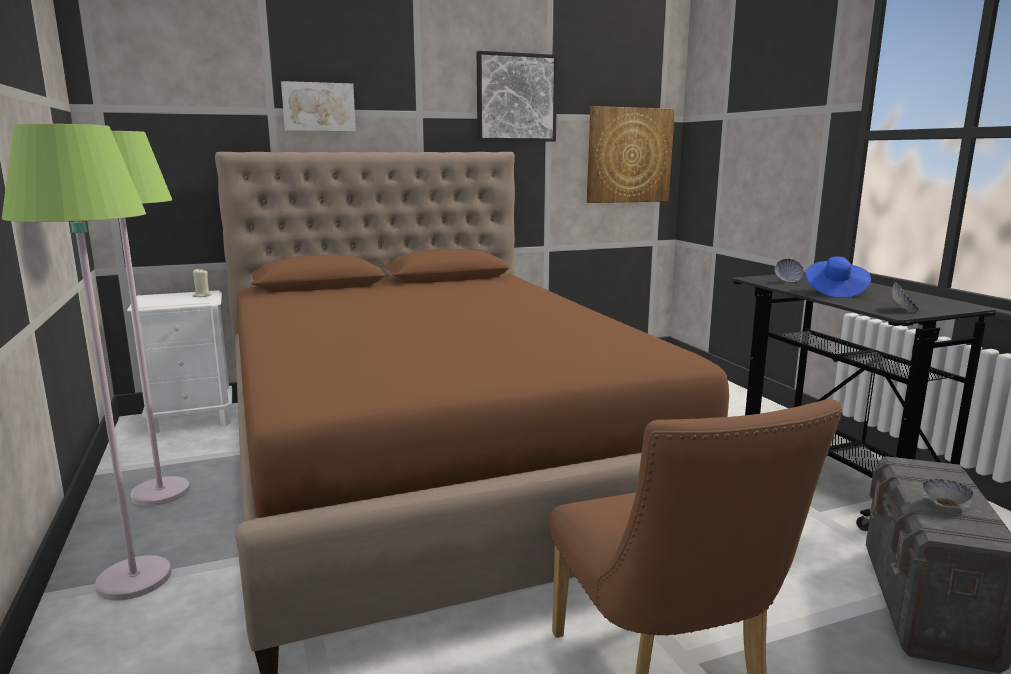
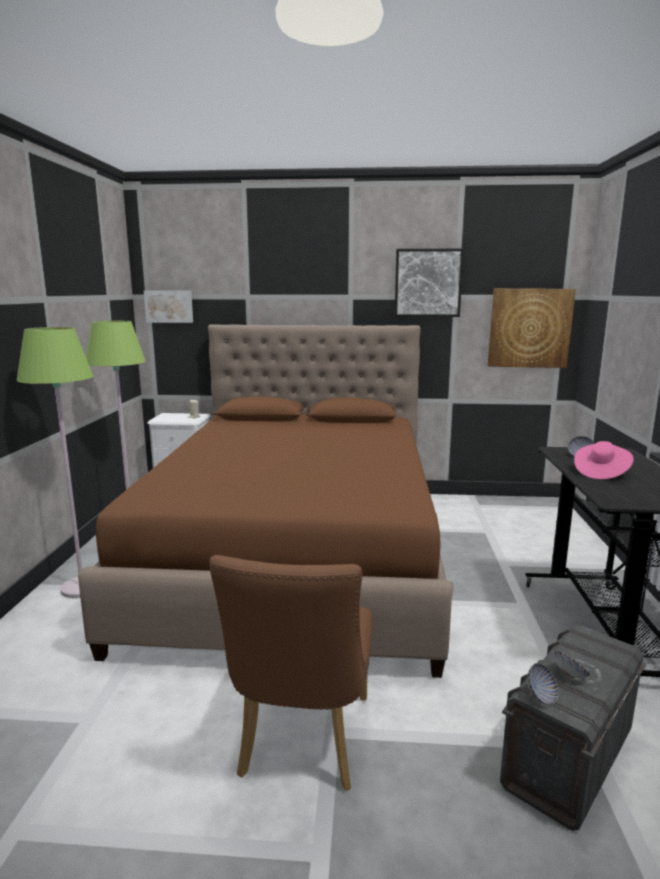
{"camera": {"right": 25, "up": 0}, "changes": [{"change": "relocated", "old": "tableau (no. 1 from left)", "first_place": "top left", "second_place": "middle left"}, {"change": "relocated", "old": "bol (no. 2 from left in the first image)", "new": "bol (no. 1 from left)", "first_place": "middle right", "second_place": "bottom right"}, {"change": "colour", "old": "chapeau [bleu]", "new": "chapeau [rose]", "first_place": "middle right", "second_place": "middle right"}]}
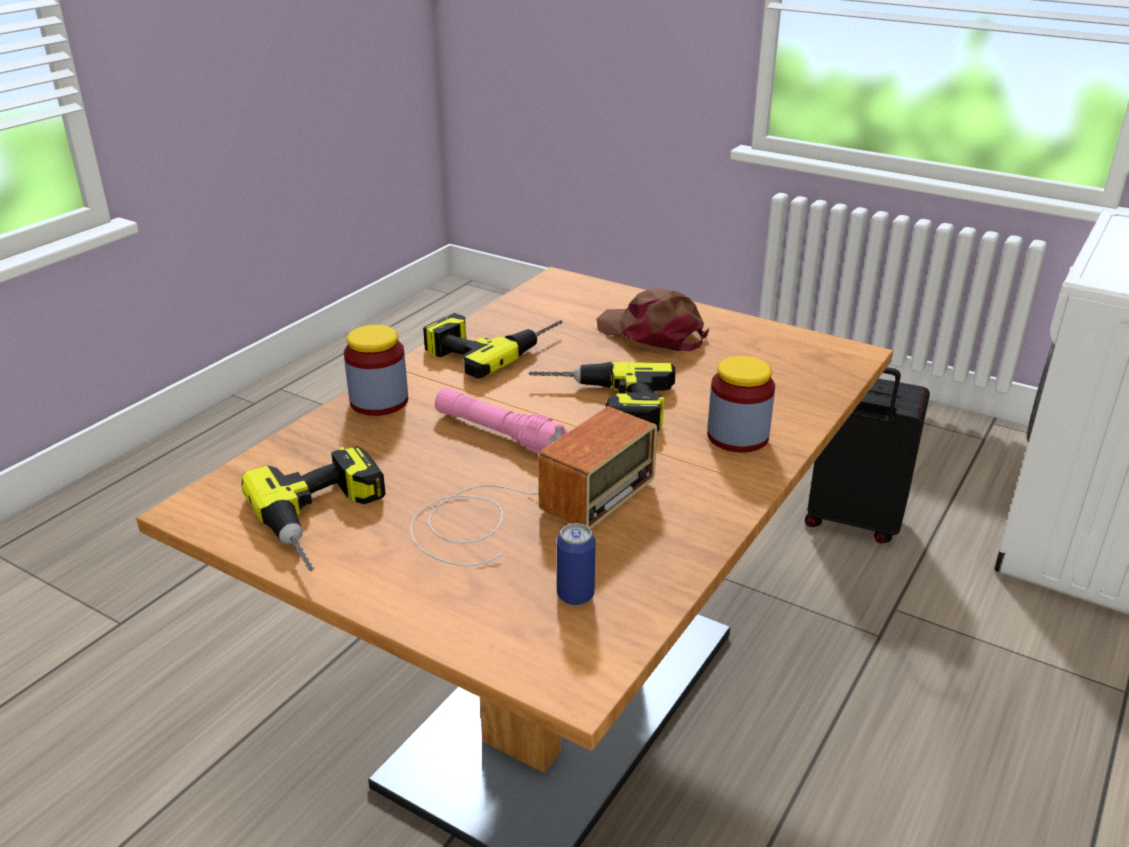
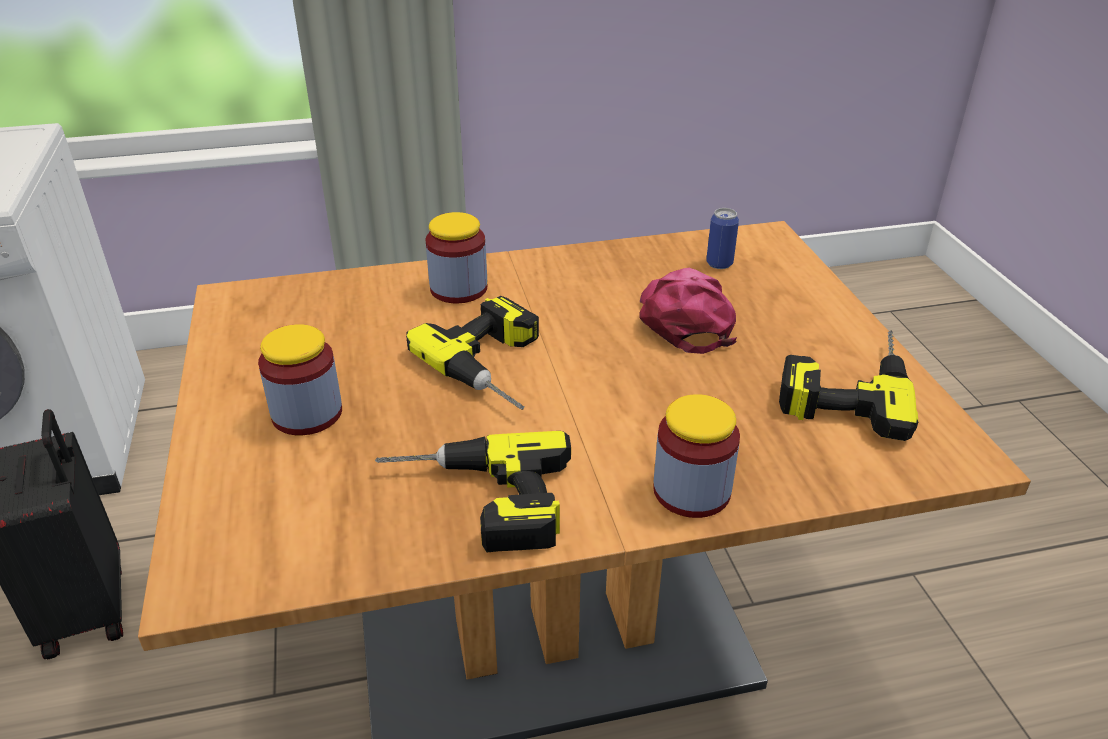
{"camera": {"right": -135, "up": 5}, "changes": [{"change": "exchanged", "old": "casquette [marron]", "new": "bocal (no. 1 from left)", "first_place": "centre", "second_place": "middle left"}, {"change": "exchanged", "old": "radio", "new": "casquette [rose]", "first_place": "centre", "second_place": "centre"}, {"change": "missing", "old": "lampe de poche [rose]", "first_place": "centre"}]}
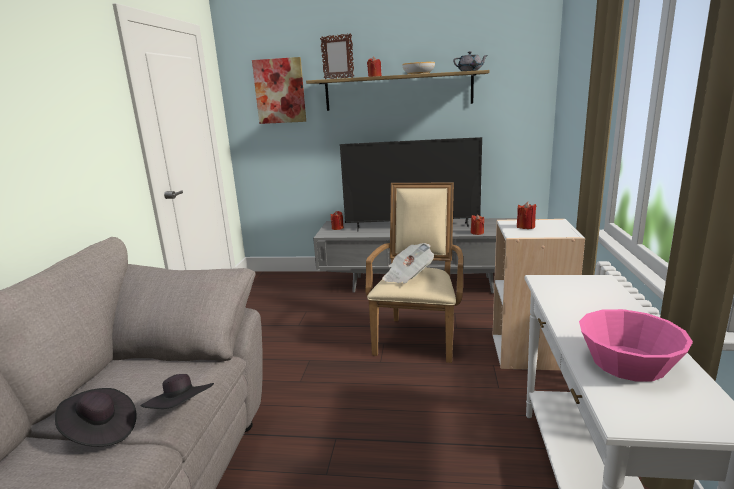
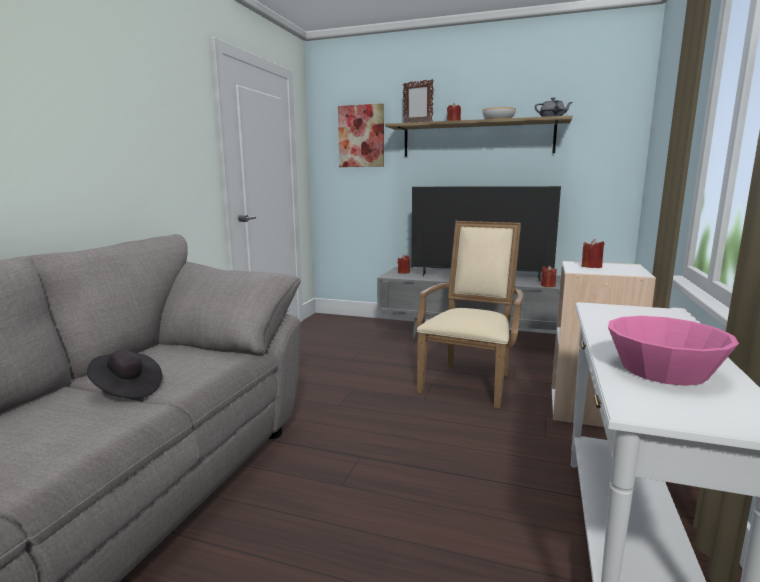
{"camera": {"right": 10, "up": -5}, "changes": [{"change": "missing", "old": "chapeau [noir] (no. 2 from left)", "first_place": "bottom left"}, {"change": "missing", "old": "journal", "first_place": "centre"}]}
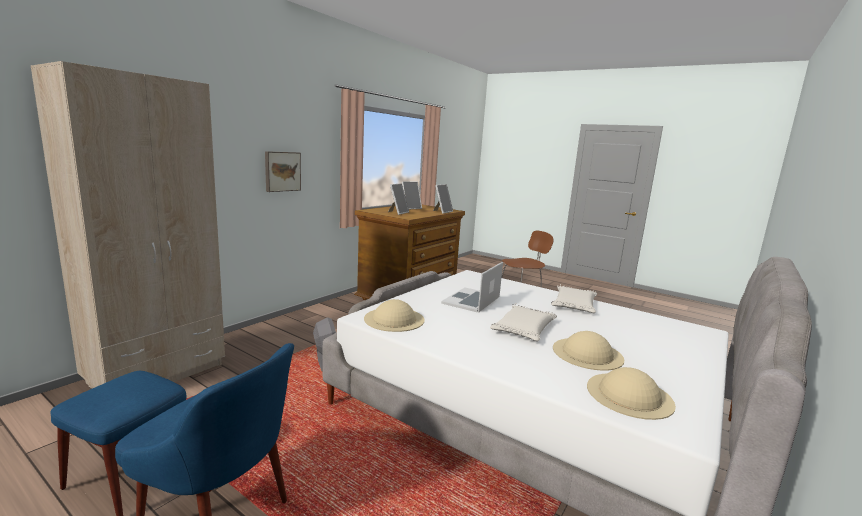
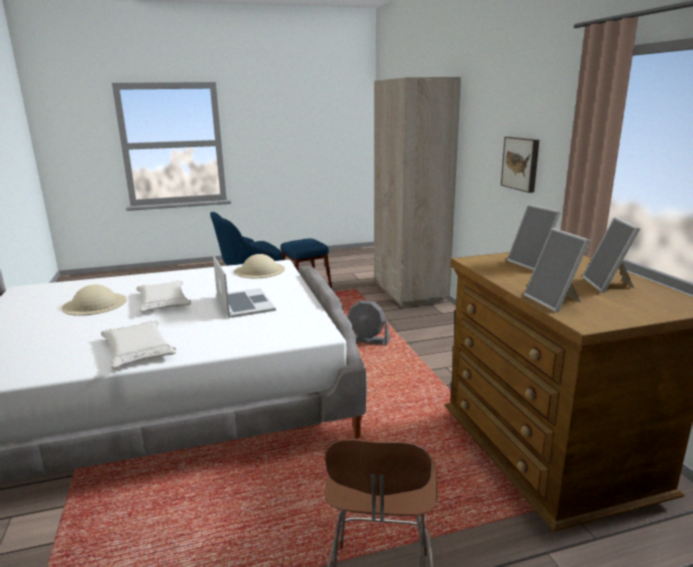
{"camera": {"right": 130, "up": 5}, "changes": [{"change": "missing", "old": "chapeau [beige] (no. 3 from left)", "first_place": "bottom right"}]}
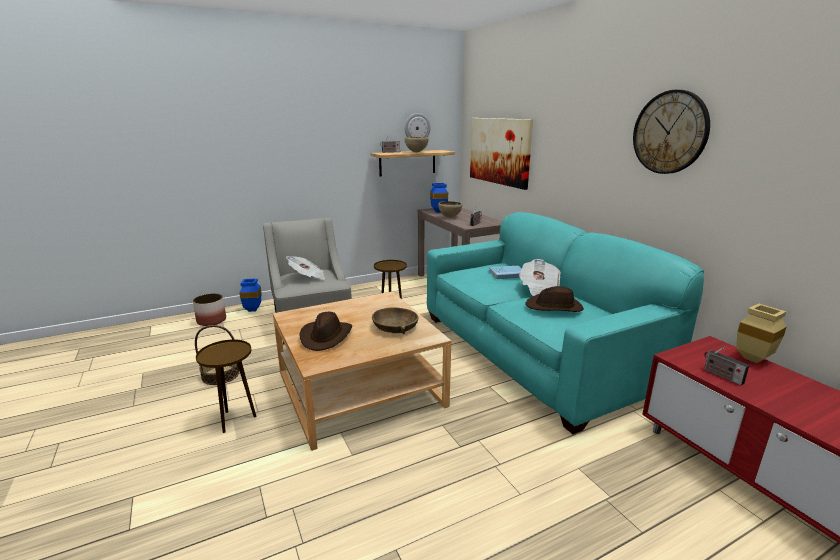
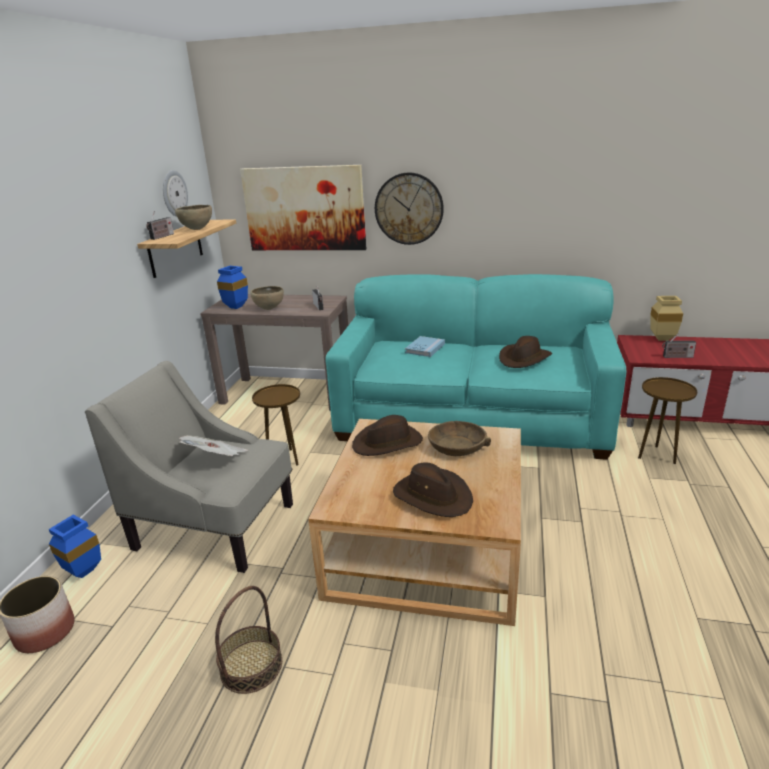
{"camera": {"right": -50, "up": 5}, "changes": [{"change": "appeared", "new": "chapeau [marron] (no. 1 from left)", "second_place": "centre"}, {"change": "relocated", "old": "horloge murale (no. 2 from left)", "first_place": "top right", "second_place": "top centre"}, {"change": "relocated", "old": "table d'appoint [marron] (no. 1 from left in the first image)", "new": "table d'appoint [marron] (no. 2 from left)", "first_place": "bottom left", "second_place": "middle right"}, {"change": "missing", "old": "journal (no. 2 from left)", "first_place": "centre"}]}
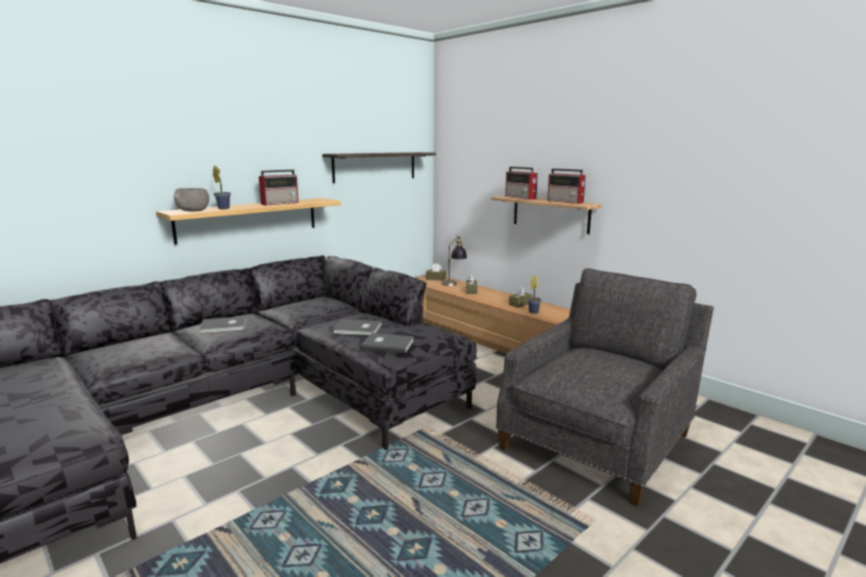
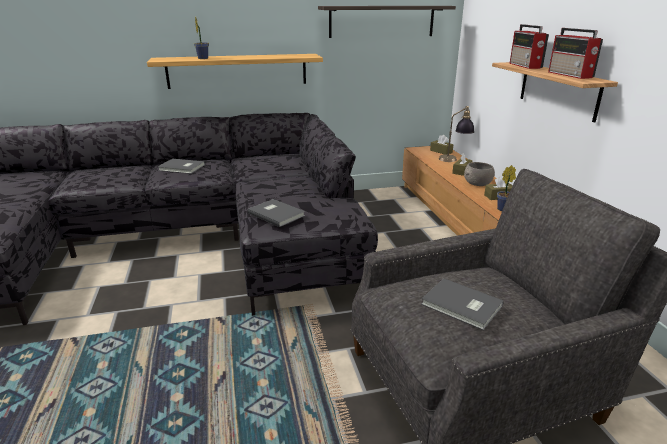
{"camera": {"right": 30, "up": 10}, "changes": [{"change": "relocated", "old": "livre [gris] (no. 2 from left in the first image)", "new": "livre [gris] (no. 3 from left)", "first_place": "centre", "second_place": "bottom right"}, {"change": "relocated", "old": "bol [gris]", "first_place": "middle left", "second_place": "middle right"}, {"change": "missing", "old": "radio (no. 1 from left)", "first_place": "top left"}]}
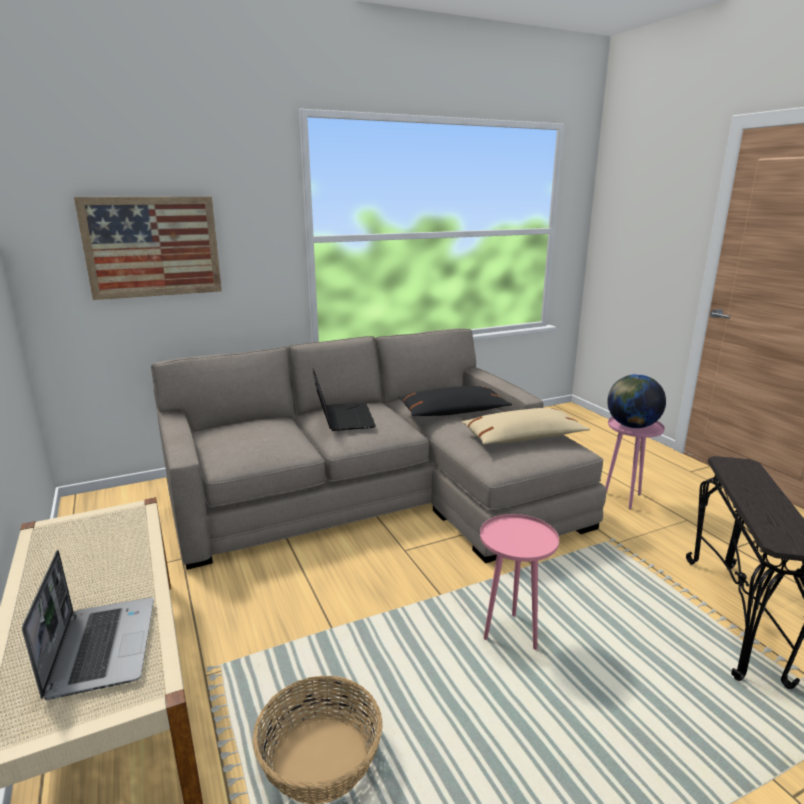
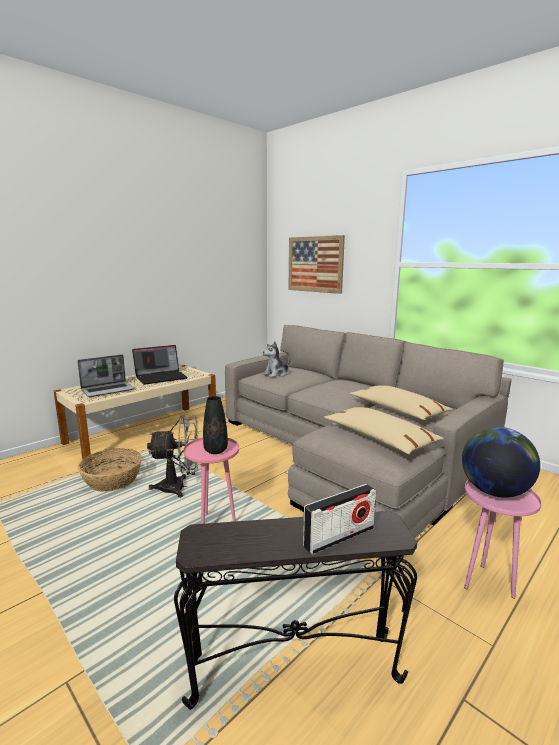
{"camera": {"right": 70, "up": -5}, "changes": [{"change": "relocated", "old": "ordinateur portable (no. 2 from left)", "first_place": "centre", "second_place": "middle left"}, {"change": "appeared", "new": "ventilateur [gris]", "second_place": "middle left"}, {"change": "appeared", "new": "vase [noir]", "second_place": "centre"}, {"change": "appeared", "new": "peluche", "second_place": "centre"}, {"change": "appeared", "new": "radio", "second_place": "bottom centre"}, {"change": "colour", "old": "coussin [noir]", "new": "coussin [beige] (no. 2 from left)", "first_place": "centre", "second_place": "middle right"}]}
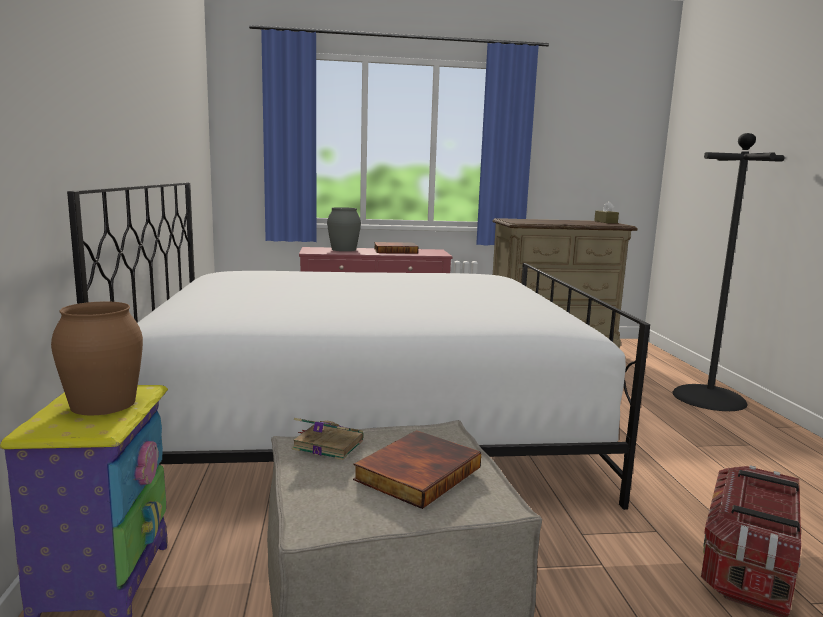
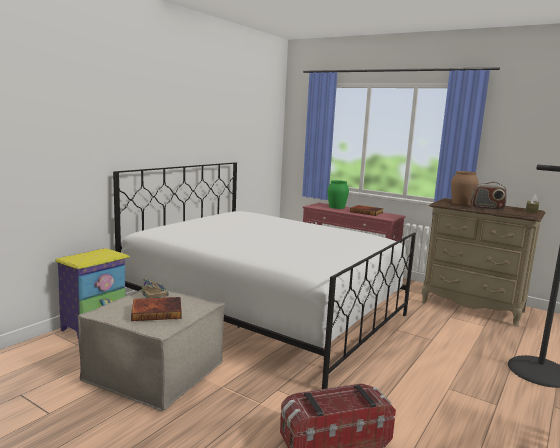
{"camera": {"right": 40, "up": 0}, "changes": [{"change": "colour", "old": "vase [gris]", "new": "vase [vert]", "first_place": "centre", "second_place": "centre"}, {"change": "relocated", "old": "vase [marron]", "first_place": "middle left", "second_place": "middle right"}, {"change": "appeared", "new": "radio", "second_place": "middle right"}]}
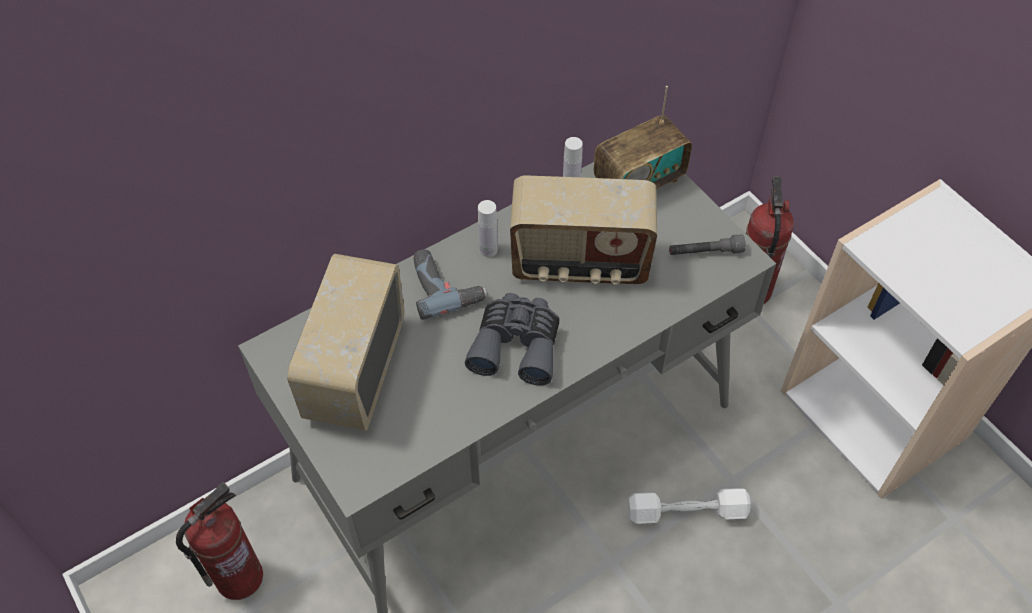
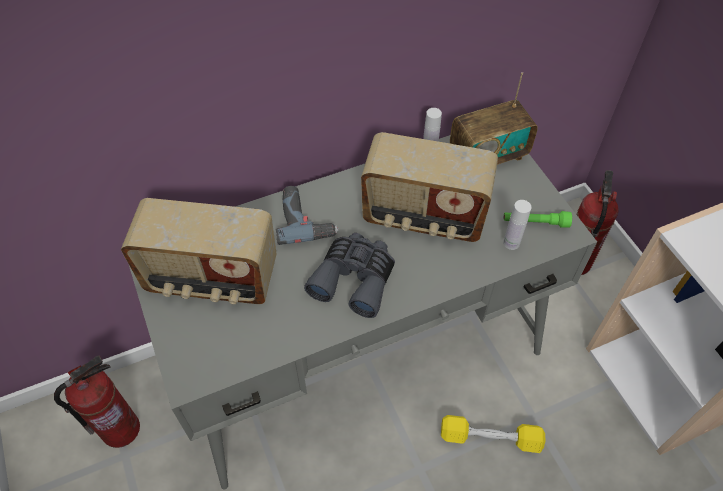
{"camera": {"right": 10, "up": 0}, "changes": [{"change": "spun", "old": "radio (no. 1 from left)", "first_place": "centre", "second_place": "middle left", "degrees": -105}, {"change": "colour", "old": "haltère [blanc]", "new": "haltère [jaune]", "first_place": "bottom right", "second_place": "bottom right"}, {"change": "relocated", "old": "bouteille [blanc] (no. 1 from left in the first image)", "new": "bouteille [blanc] (no. 2 from left)", "first_place": "centre", "second_place": "middle right"}, {"change": "colour", "old": "lampe de poche [gris]", "new": "lampe de poche [vert]", "first_place": "middle right", "second_place": "middle right"}]}
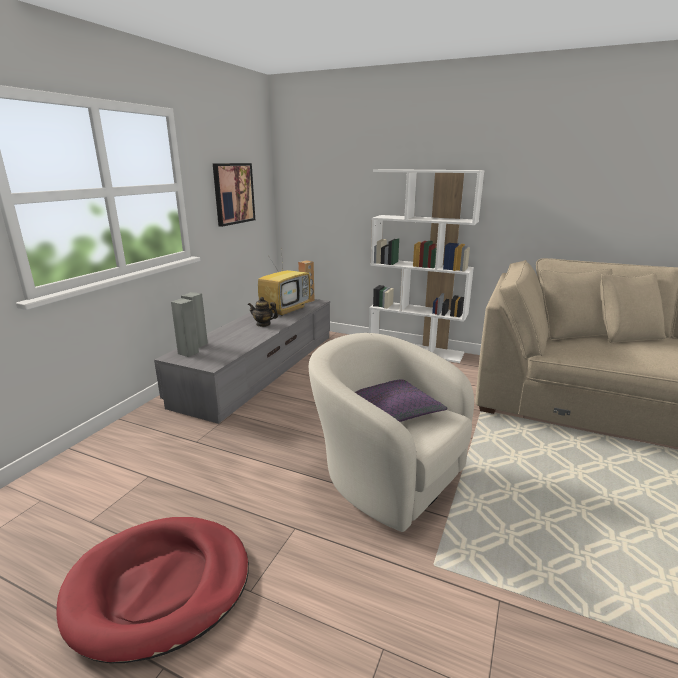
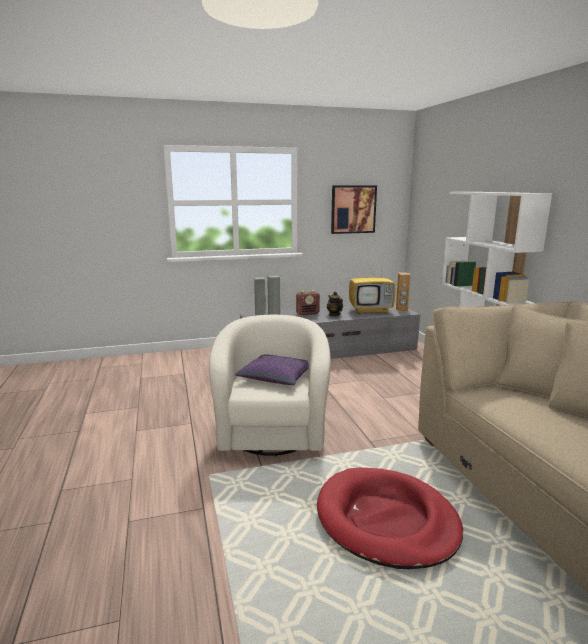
{"camera": {"right": 50, "up": -5}, "changes": [{"change": "appeared", "new": "radio", "second_place": "centre"}, {"change": "relocated", "old": "panier pour chien [rouge]", "first_place": "bottom left", "second_place": "bottom centre"}]}
